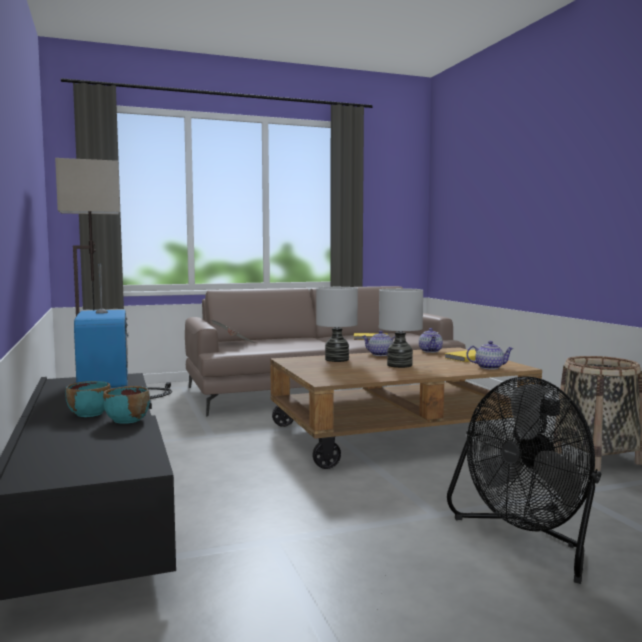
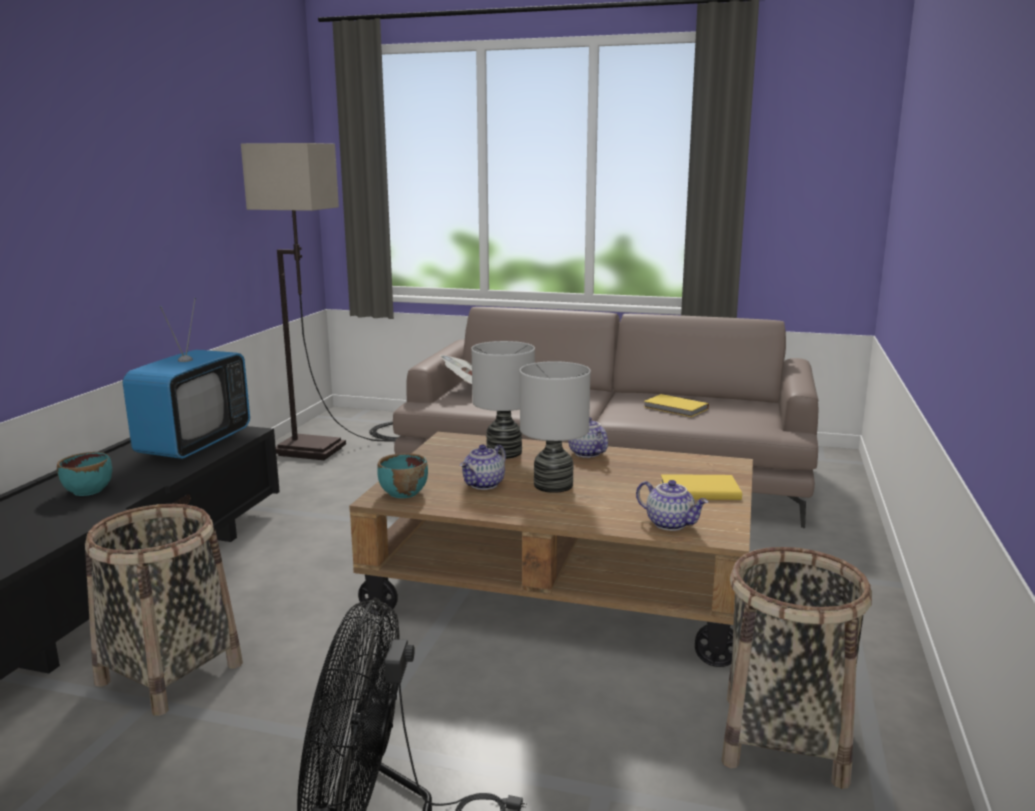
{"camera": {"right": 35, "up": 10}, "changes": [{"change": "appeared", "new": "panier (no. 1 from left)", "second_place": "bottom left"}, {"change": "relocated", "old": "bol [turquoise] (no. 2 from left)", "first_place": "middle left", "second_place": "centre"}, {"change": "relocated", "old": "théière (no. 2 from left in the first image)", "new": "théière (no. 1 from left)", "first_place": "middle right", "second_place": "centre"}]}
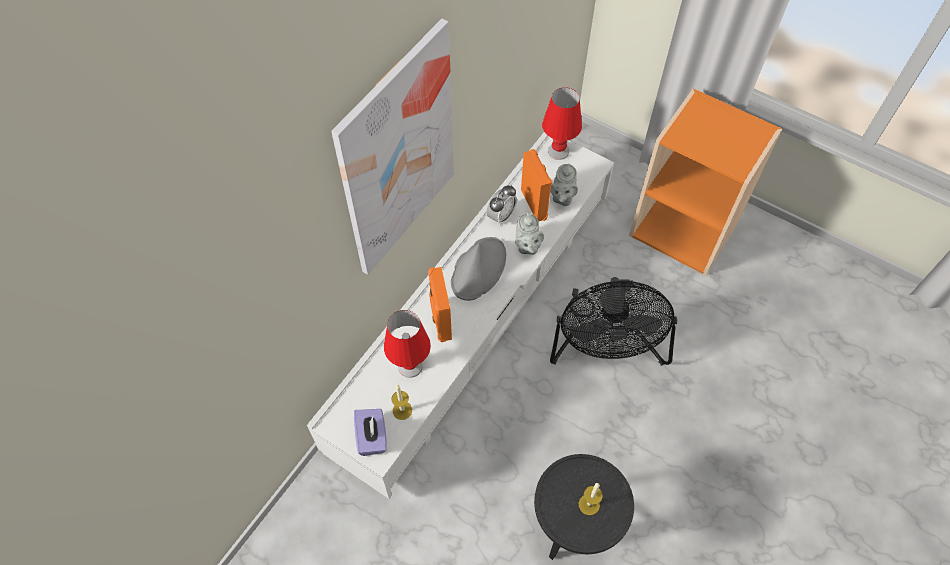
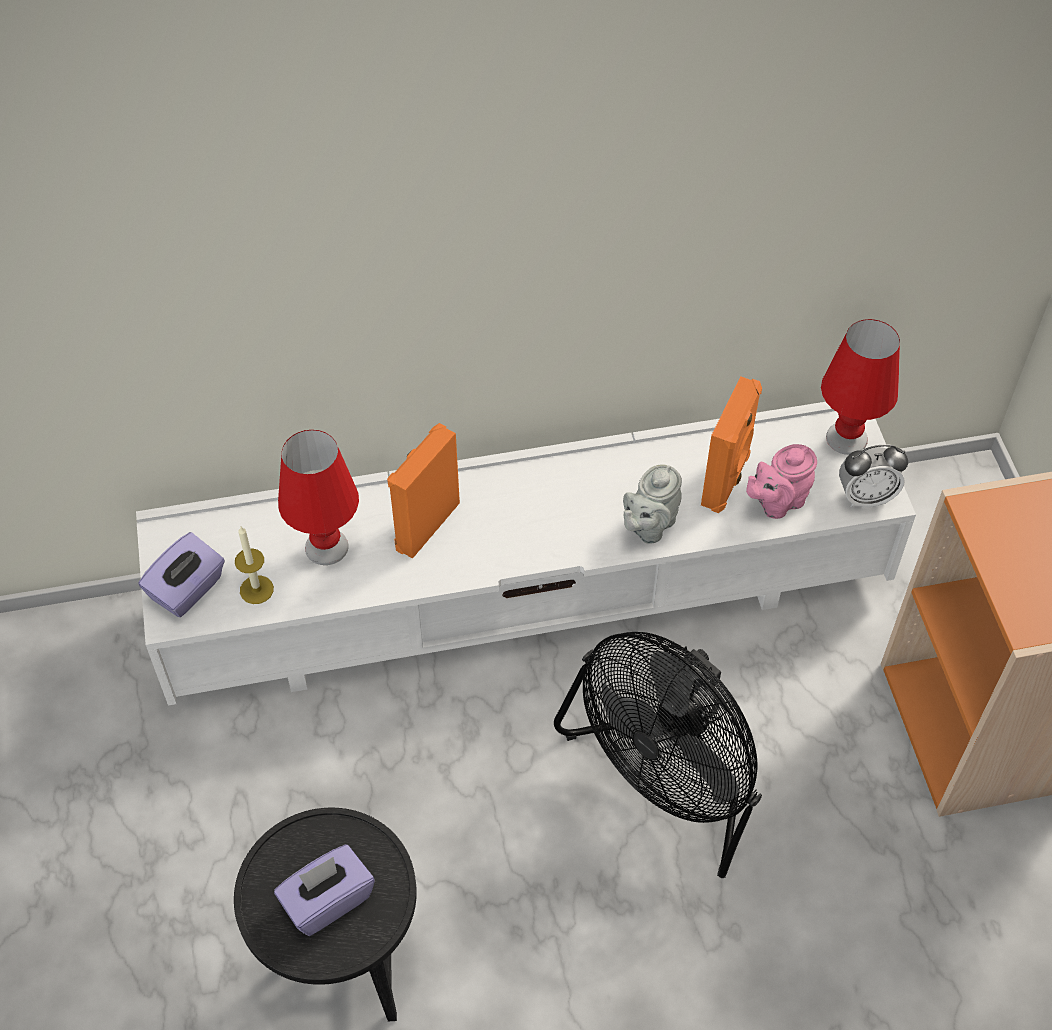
{"camera": {"right": 45, "up": -5}, "changes": [{"change": "exchanged", "old": "bougie (no. 2 from left)", "new": "boîte à mouchoirs [violet] (no. 2 from left)", "first_place": "bottom centre", "second_place": "bottom left"}, {"change": "colour", "old": "théière [gris] (no. 2 from left)", "new": "théière [rose]", "first_place": "top centre", "second_place": "middle right"}, {"change": "relocated", "old": "réveil", "first_place": "centre", "second_place": "middle right"}, {"change": "missing", "old": "tableau", "first_place": "top centre"}, {"change": "missing", "old": "chapeau [gris]", "first_place": "centre"}]}
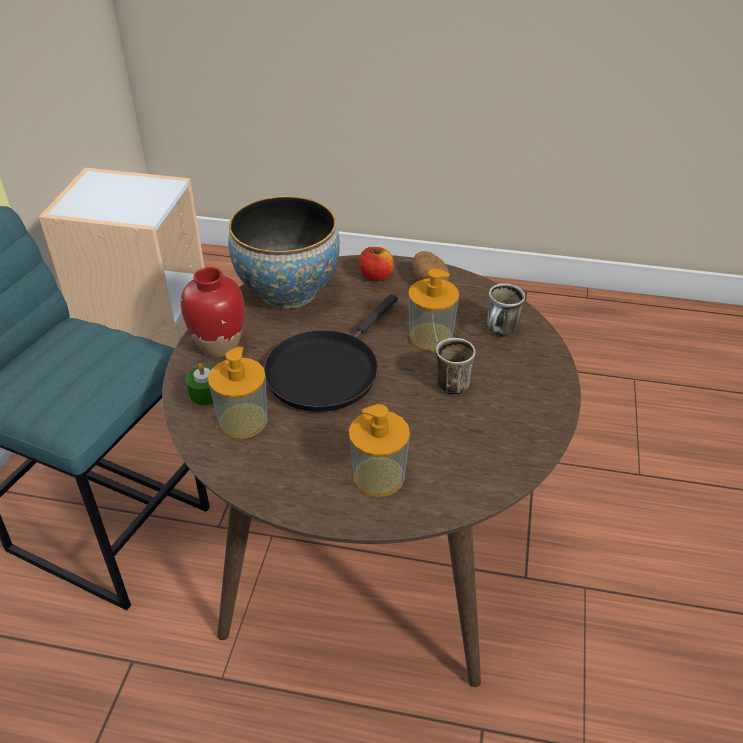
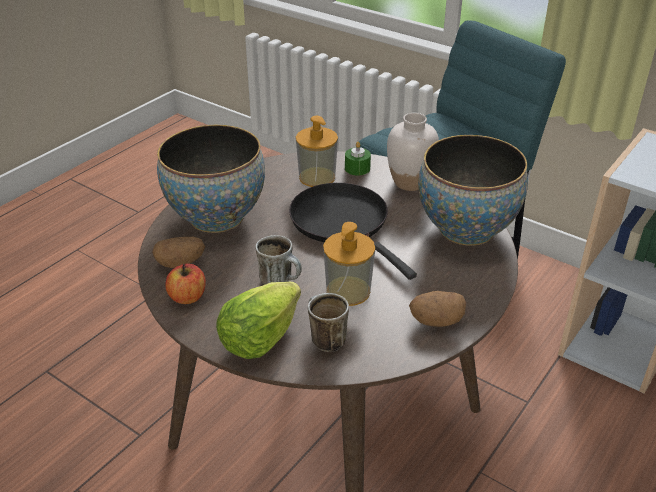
{"camera": {"right": 115, "up": -5}, "changes": [{"change": "appeared", "new": "pomme de terre (no. 1 from left)", "second_place": "middle left"}, {"change": "exchanged", "old": "distributeur de savon (no. 2 from left)", "new": "bol (no. 1 from left)", "first_place": "centre", "second_place": "middle left"}, {"change": "relocated", "old": "pomme", "first_place": "centre", "second_place": "middle left"}, {"change": "appeared", "new": "laitue", "second_place": "centre"}, {"change": "colour", "old": "vase [rouge]", "new": "vase [blanc]", "first_place": "middle left", "second_place": "top centre"}]}
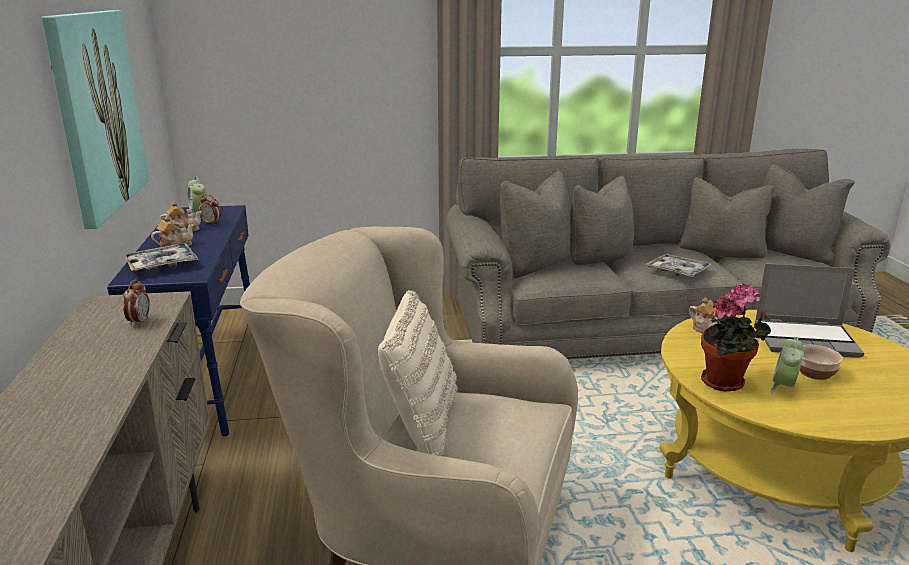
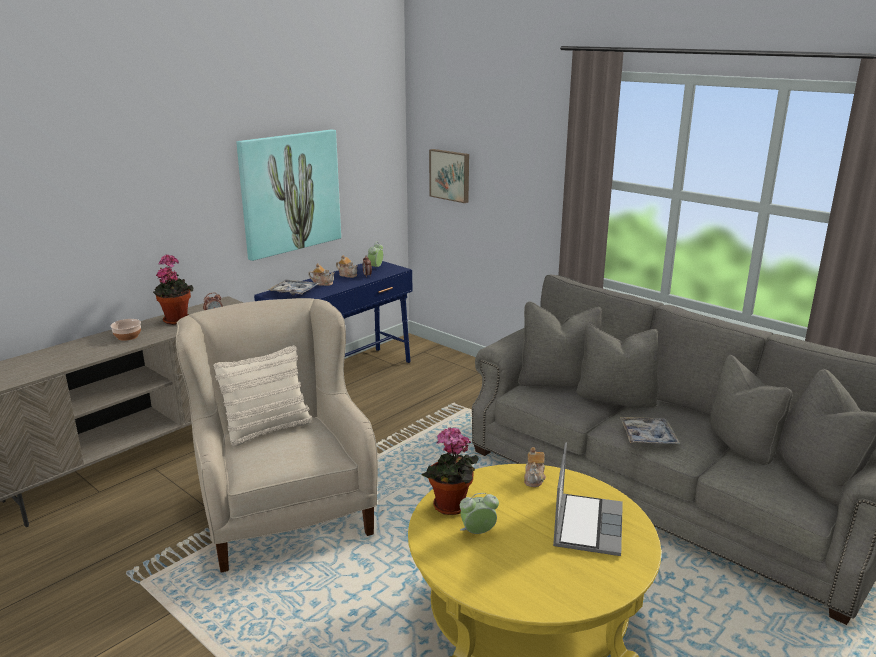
{"camera": {"right": 50, "up": 0}, "changes": [{"change": "relocated", "old": "bol", "first_place": "middle right", "second_place": "middle left"}, {"change": "appeared", "new": "plante en pot (no. 1 from left)", "second_place": "middle left"}, {"change": "appeared", "new": "tableau (no. 2 from left)", "second_place": "top centre"}, {"change": "spun", "old": "ordinateur portable", "first_place": "middle right", "second_place": "bottom right", "degrees": -135}]}
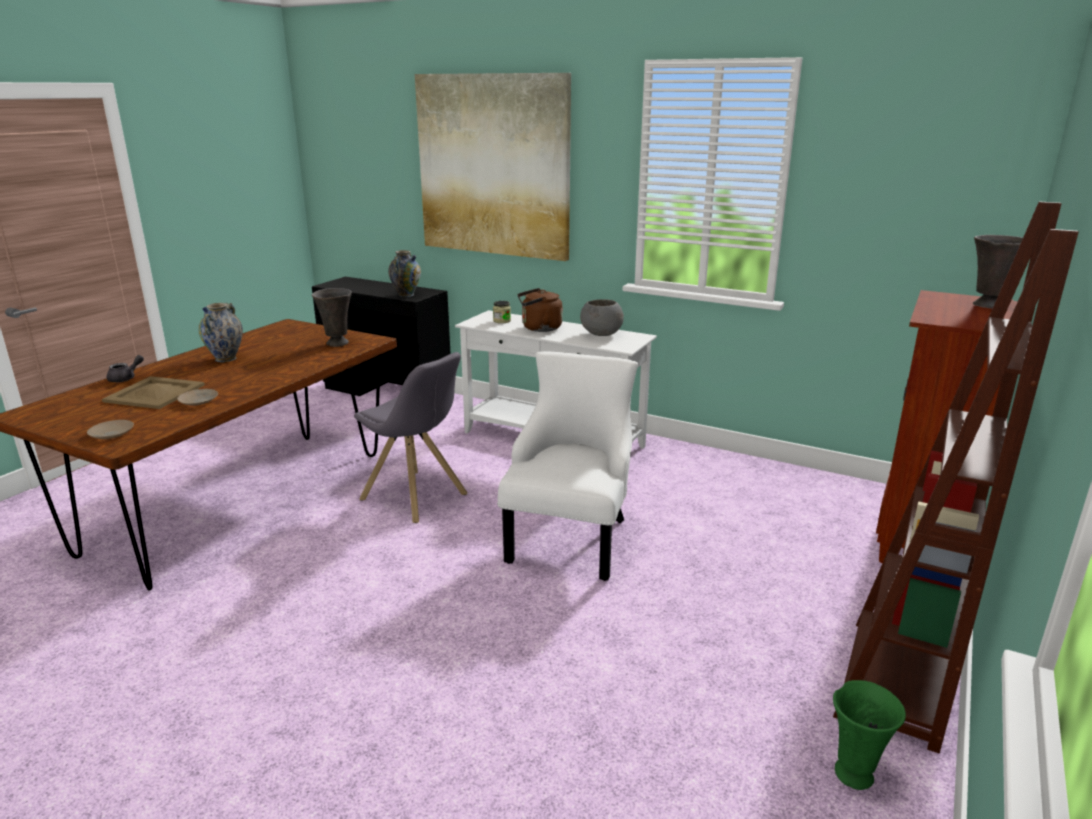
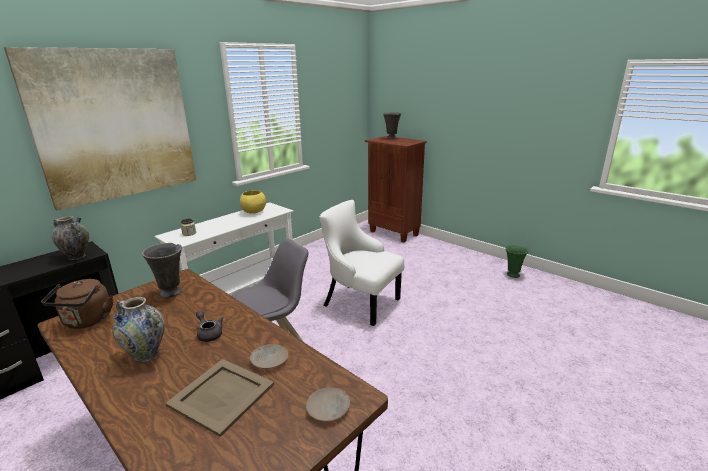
{"camera": {"right": -75, "up": 0}, "changes": [{"change": "relocated", "old": "bouilloire [marron]", "first_place": "centre", "second_place": "middle left"}, {"change": "relocated", "old": "théière [gris]", "first_place": "middle left", "second_place": "bottom left"}, {"change": "colour", "old": "bol [gris]", "new": "bol [jaune]", "first_place": "centre", "second_place": "centre"}, {"change": "missing", "old": "bibliothèque [marron]", "first_place": "middle right"}]}
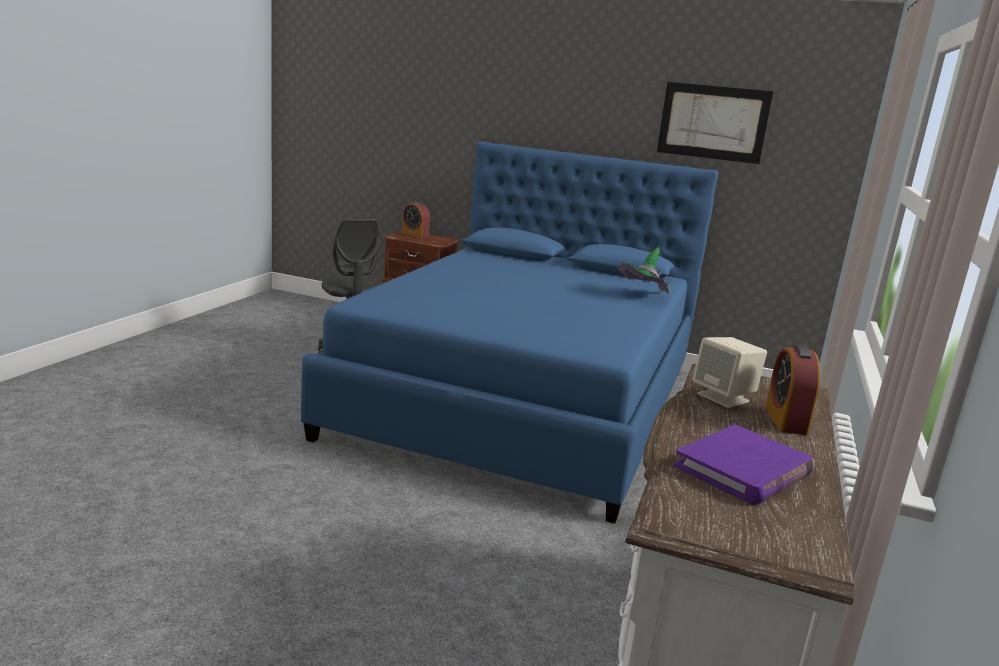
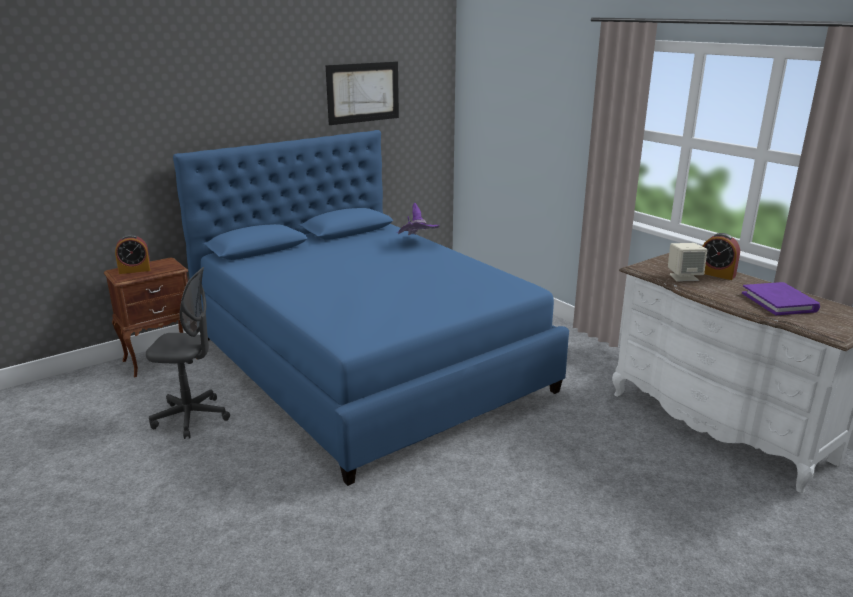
{"camera": {"right": -55, "up": 5}, "changes": [{"change": "colour", "old": "chapeau [vert]", "new": "chapeau [violet]", "first_place": "centre", "second_place": "centre"}]}
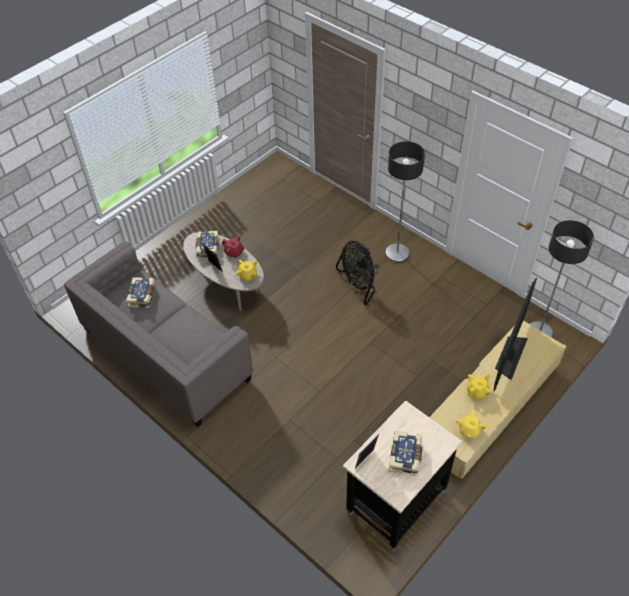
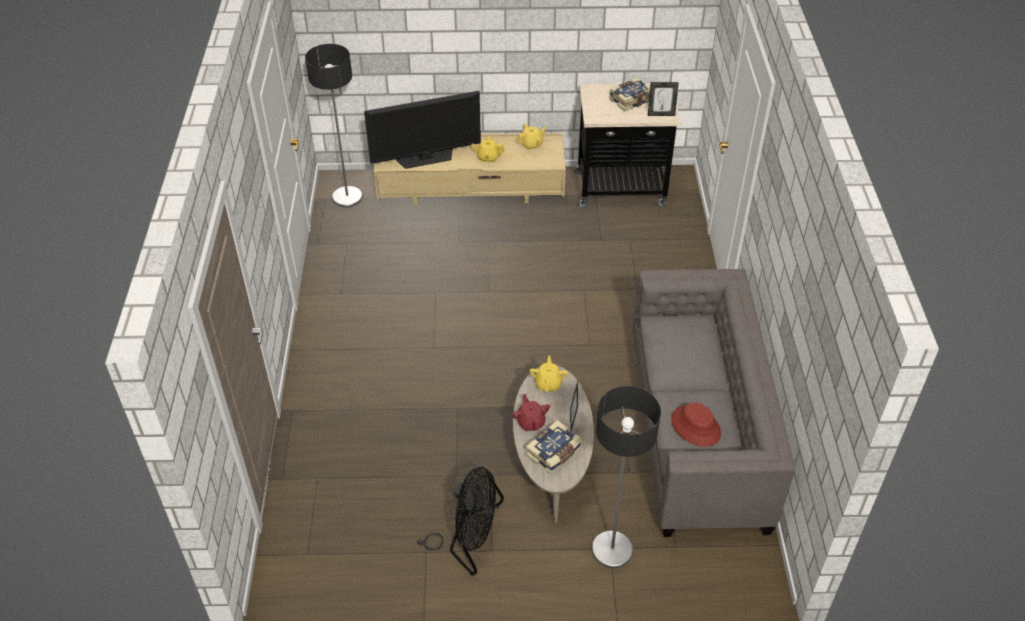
{"camera": {"right": -135, "up": -5}, "changes": [{"change": "relocated", "old": "ventilateur [noir]", "first_place": "centre", "second_place": "bottom centre"}, {"change": "relocated", "old": "lampadaire (no. 1 from left in the first image)", "new": "lampadaire (no. 2 from left)", "first_place": "centre", "second_place": "bottom centre"}, {"change": "exchanged", "old": "livre (no. 1 from left)", "new": "chapeau [rouge]", "first_place": "middle left", "second_place": "bottom right"}]}
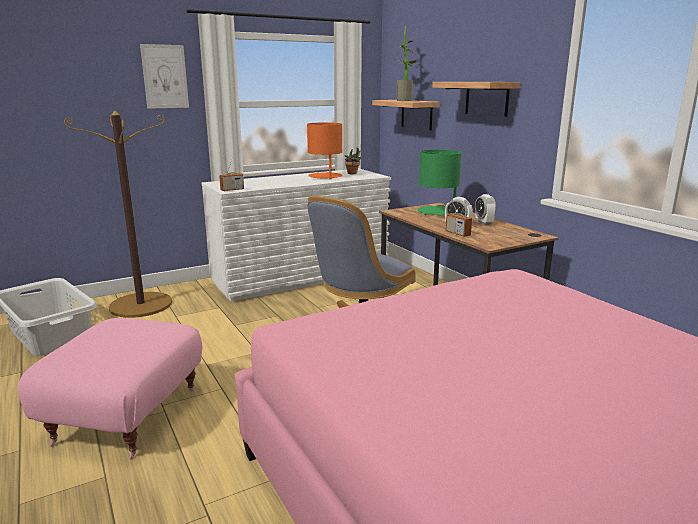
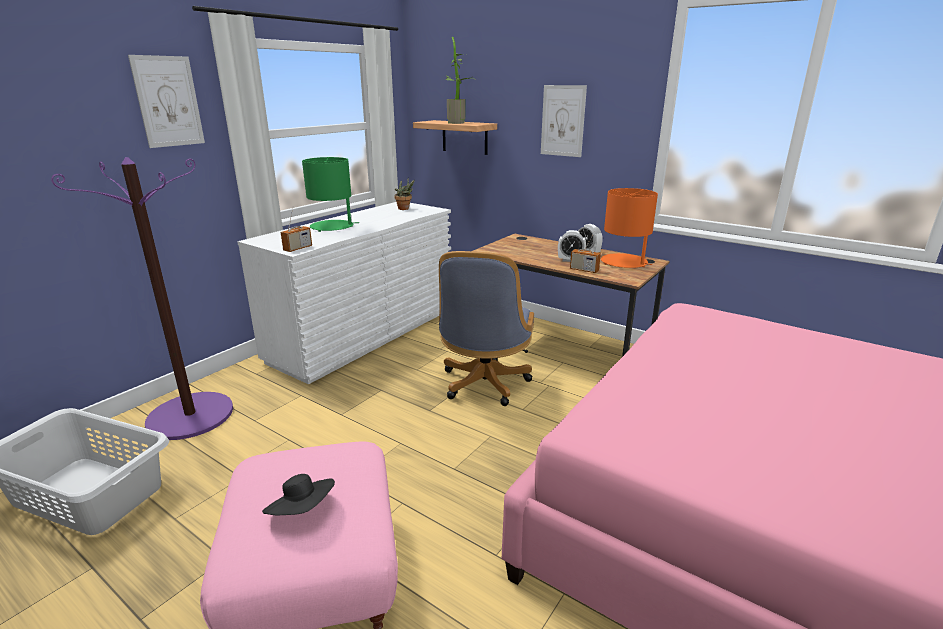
{"camera": {"right": -25, "up": 5}, "changes": [{"change": "colour", "old": "portant [marron]", "new": "portant [violet]", "first_place": "middle left", "second_place": "middle left"}, {"change": "appeared", "new": "chapeau [noir]", "second_place": "bottom left"}, {"change": "relocated", "old": "lampe de table [vert]", "first_place": "centre", "second_place": "top centre"}, {"change": "exchanged", "old": "étagère (no. 2 from left)", "new": "tableau (no. 2 from left)", "first_place": "top right", "second_place": "top centre"}, {"change": "relocated", "old": "lampe de table [orange]", "first_place": "top centre", "second_place": "middle right"}]}
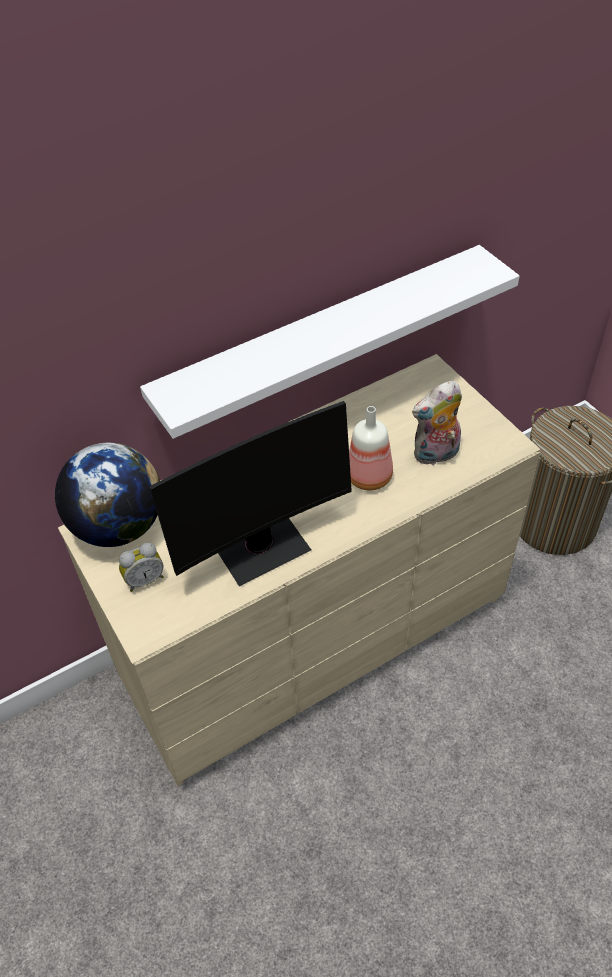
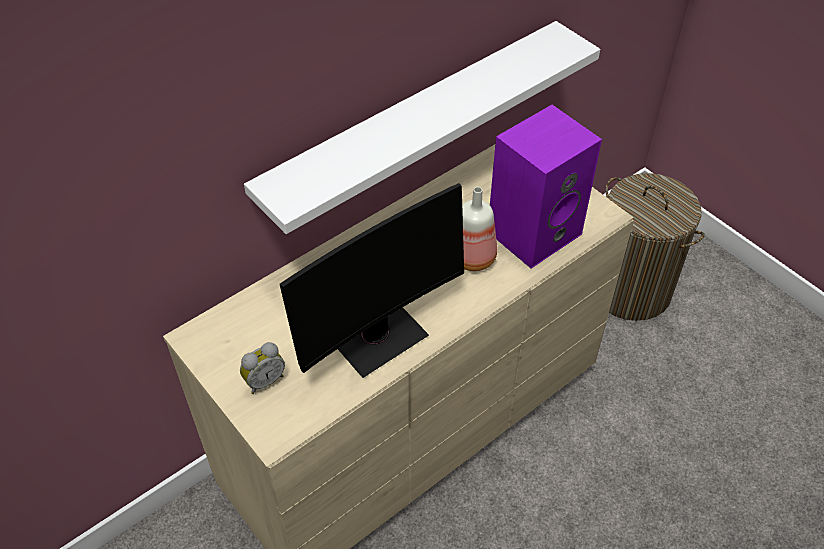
{"camera": {"right": -10, "up": 0}, "changes": [{"change": "exchanged", "old": "peluche", "new": "enceinte [violet]", "first_place": "middle right", "second_place": "centre"}, {"change": "missing", "old": "globe", "first_place": "middle left"}]}
